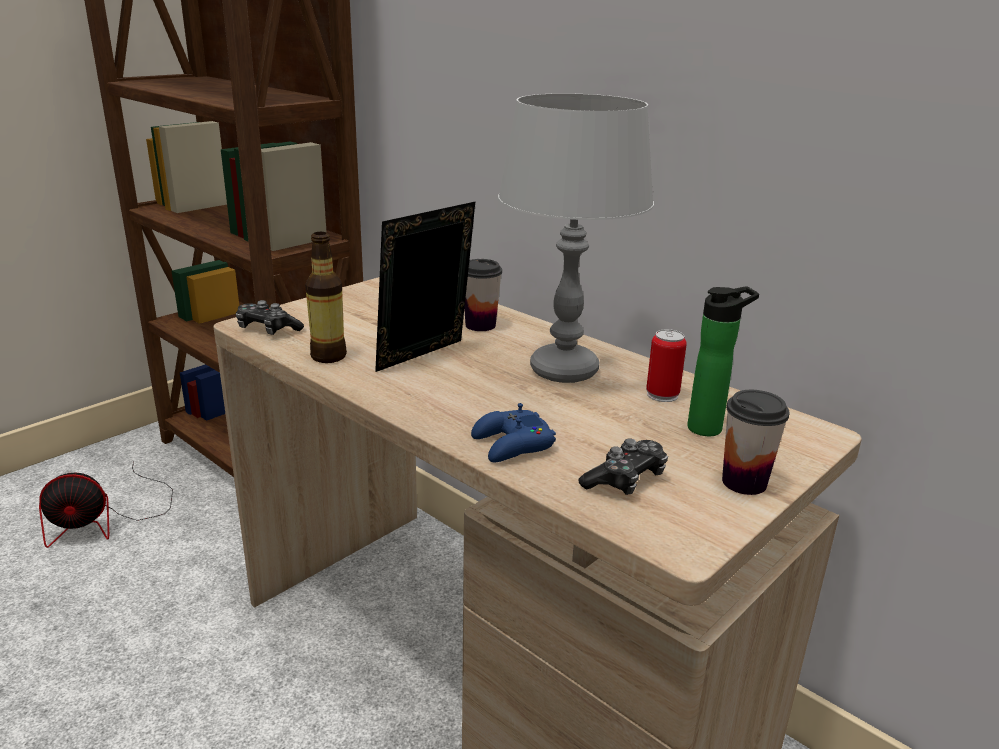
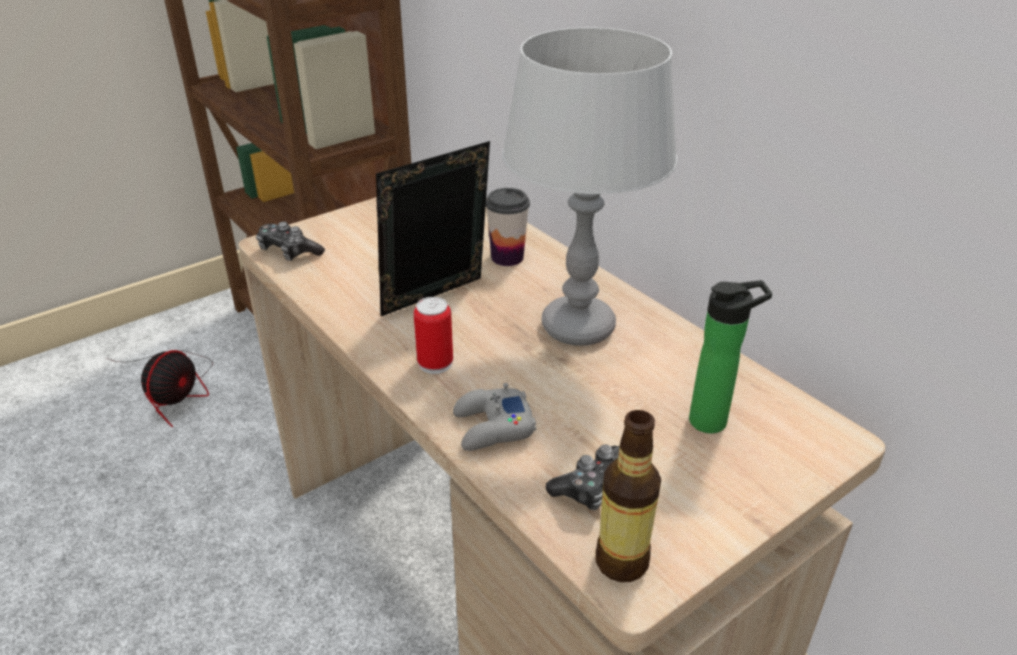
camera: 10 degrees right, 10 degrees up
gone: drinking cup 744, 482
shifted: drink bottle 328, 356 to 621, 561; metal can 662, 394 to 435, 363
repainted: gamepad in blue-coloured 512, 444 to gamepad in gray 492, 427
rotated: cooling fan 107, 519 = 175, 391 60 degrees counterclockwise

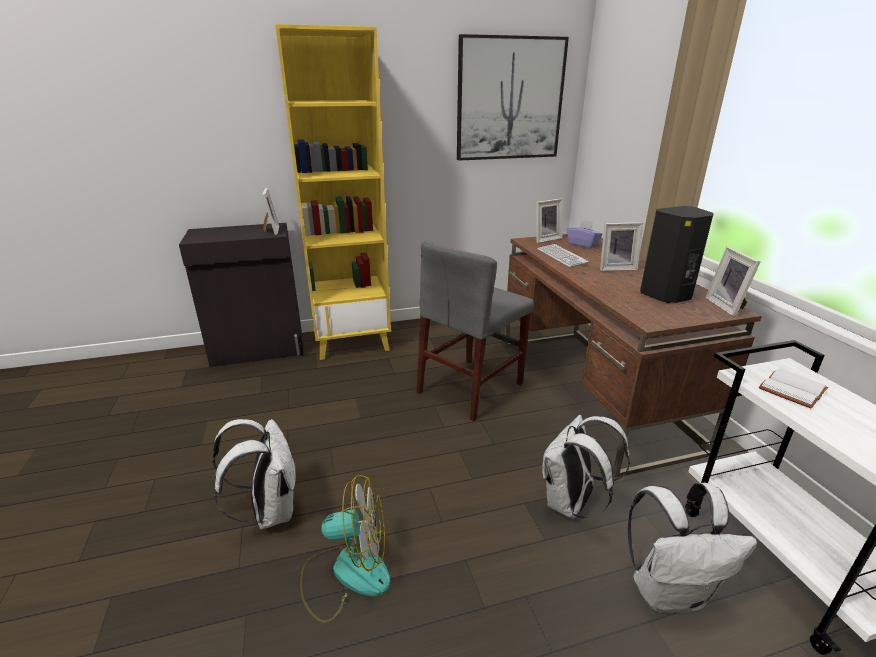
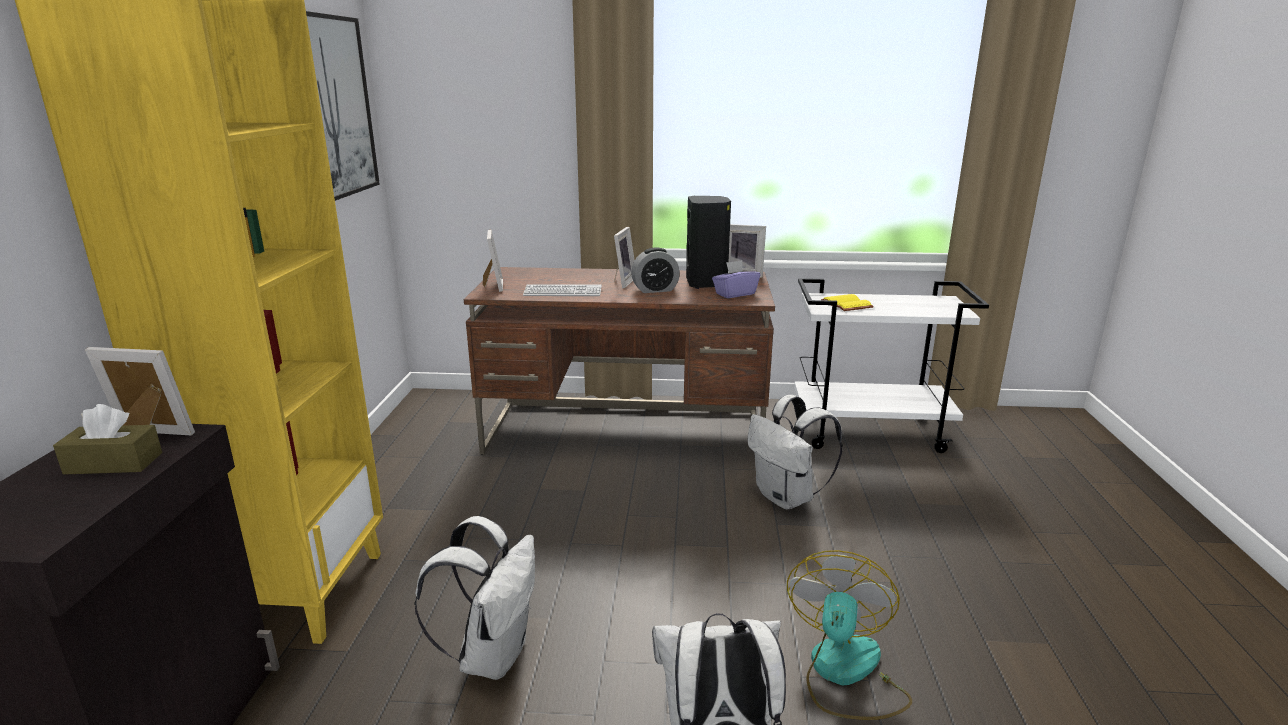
camera: 70 degrees left, 5 degrees down
gone: chair in gray 470, 387
new: table clock 655, 290; tissue holder in brownish 114, 463
shifted: tissue holder in purple 582, 244 to 735, 294; rucksack in whitish 669, 591 to 492, 654
repainted: bound book in whitish 794, 390 to bound book in yellow 848, 305

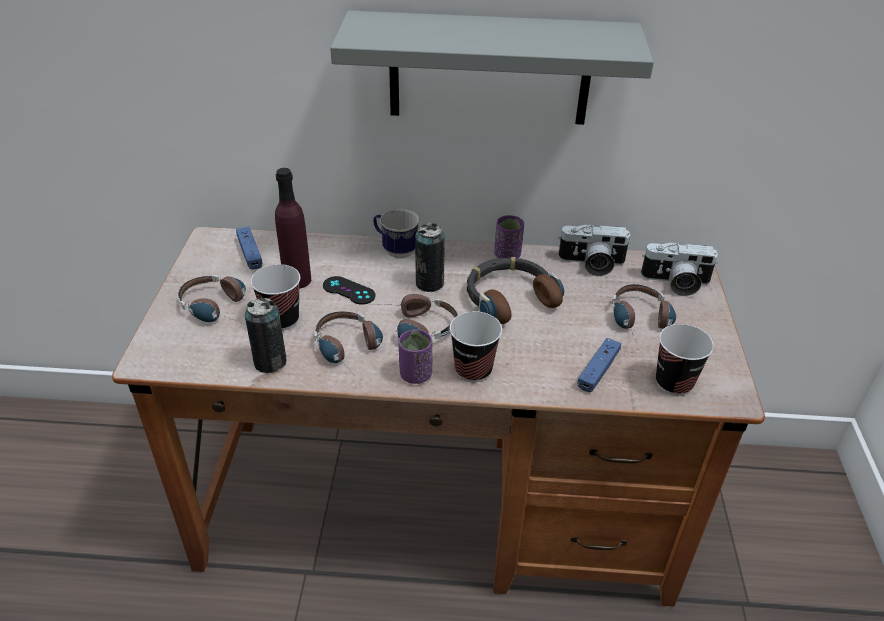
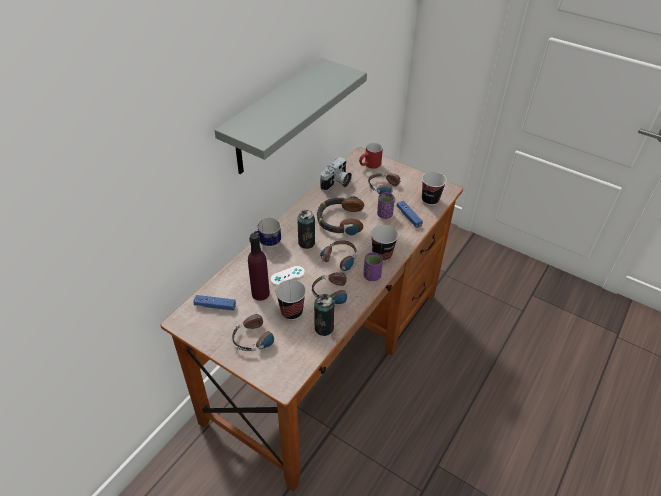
camera: 60 degrees left, 5 degrees up
shifted: drinking cup in purple 507, 255 to 384, 214
swapped: still camera 675, 283 to tea mug in red-coloured 370, 166
repainted: gamepad in blackish 349, 290 to gamepad in whitish 287, 275

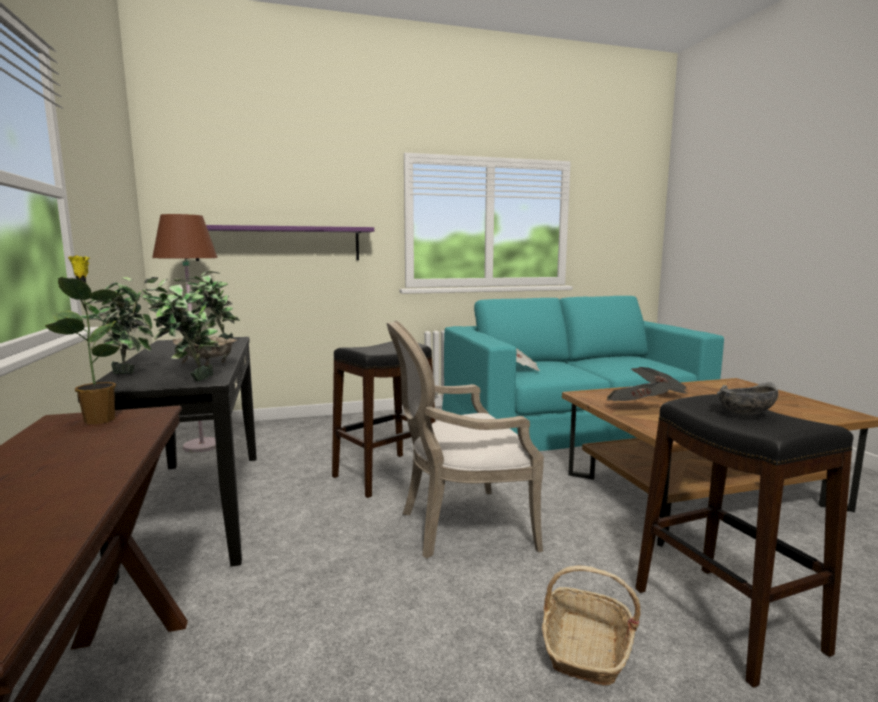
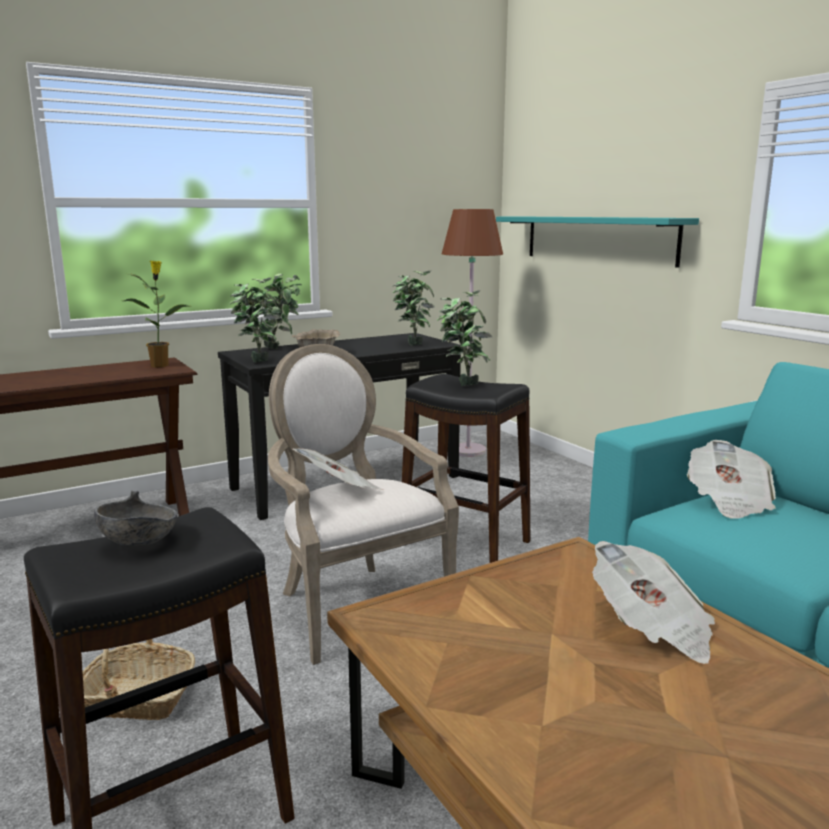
camera: 75 degrees right, 5 degrees up
new: plant in a pot 462, 384
shifted: printed paper 636, 409 to 339, 491
repainted: wall shelf in purple 279, 244 to wall shelf in turquoise 597, 239

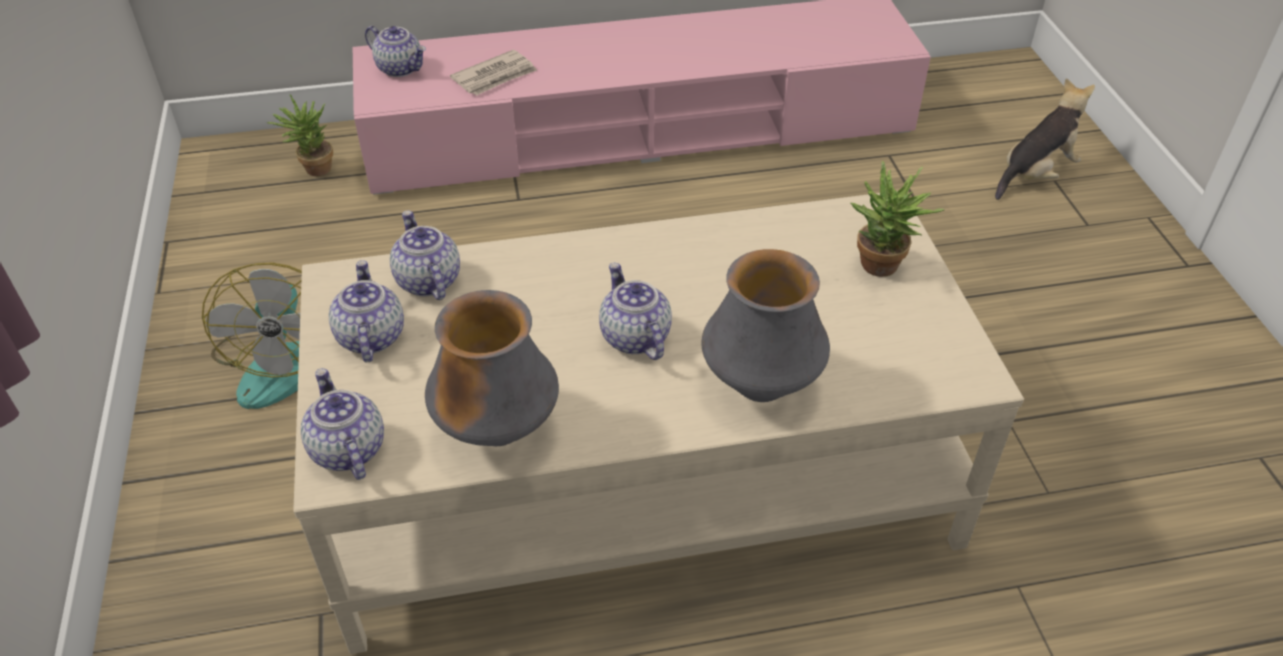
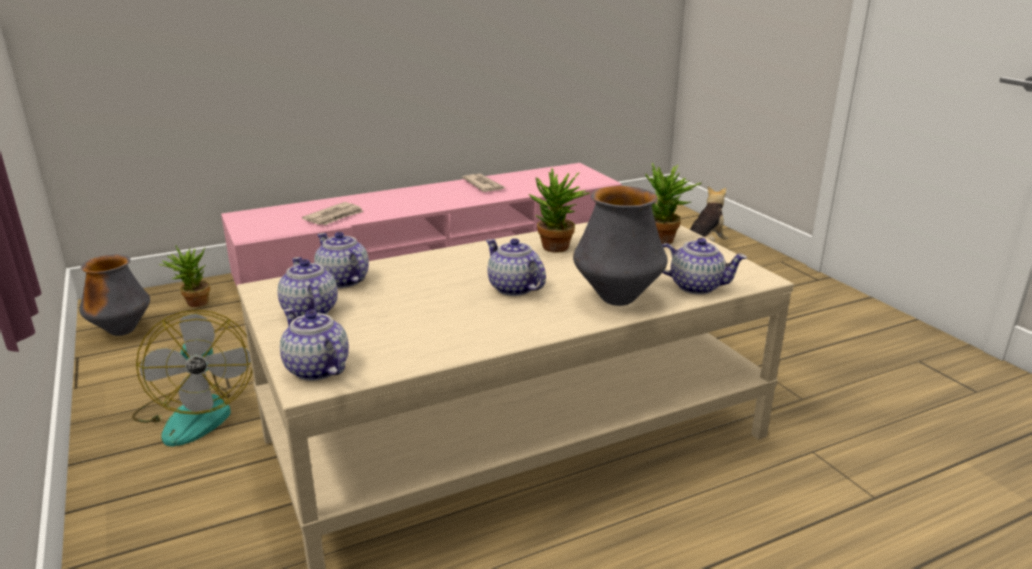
camera: 15 degrees left, 20 degrees down
new: plant in a pot 556, 249; printed paper 484, 185
shifted: tea pot 400, 68 to 696, 286; vase 498, 431 to 122, 331

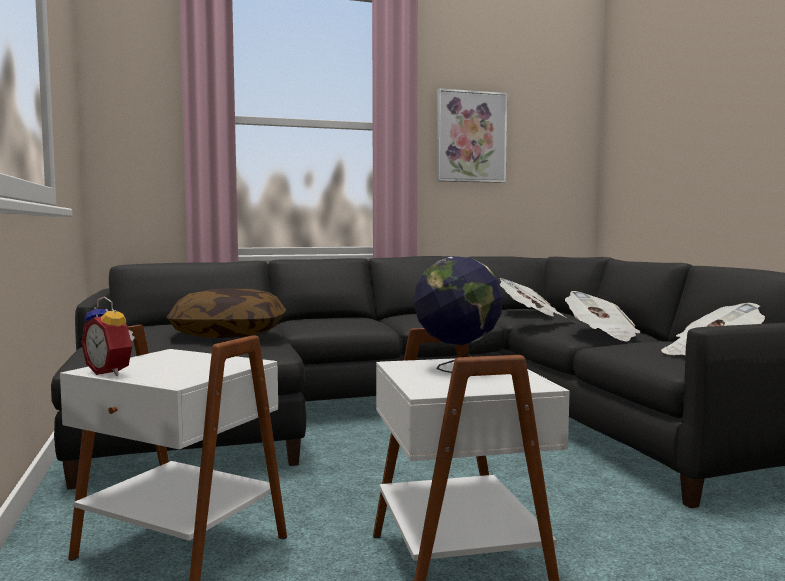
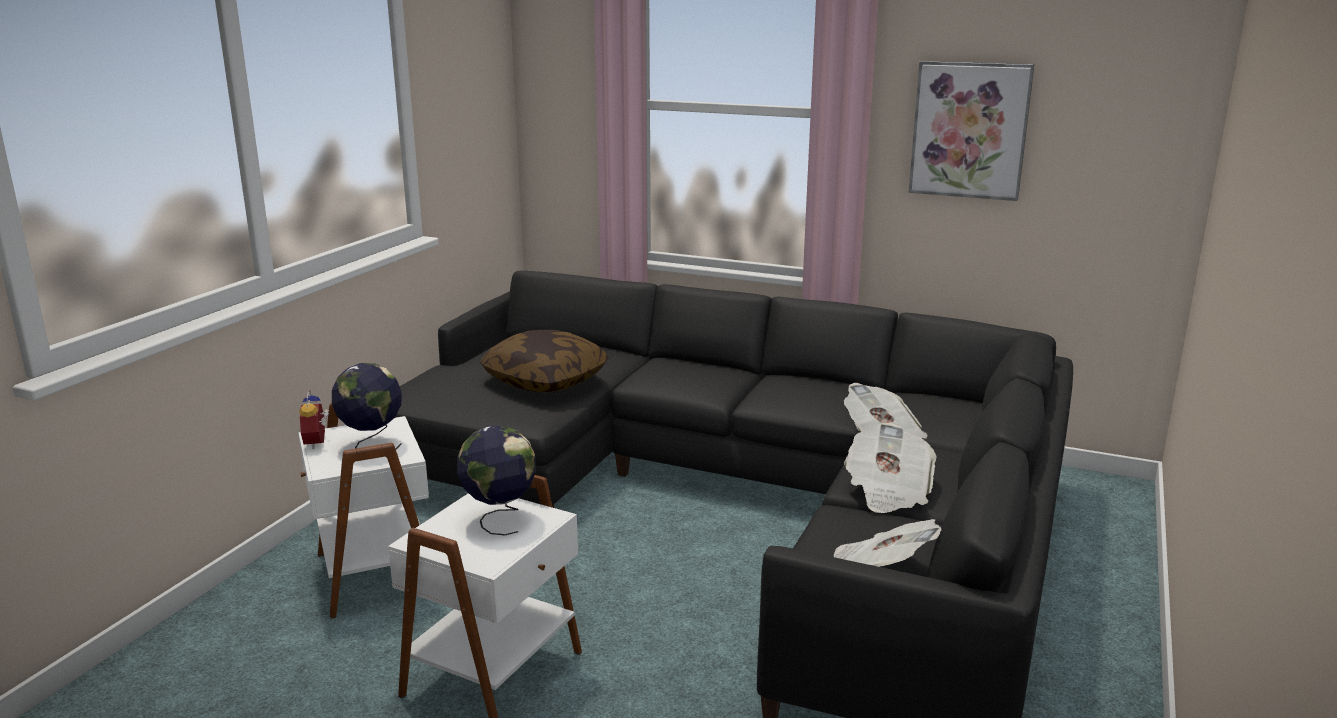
camera: 40 degrees right, 15 degrees up
gone: printed paper 528, 313
new: desk globe 372, 444

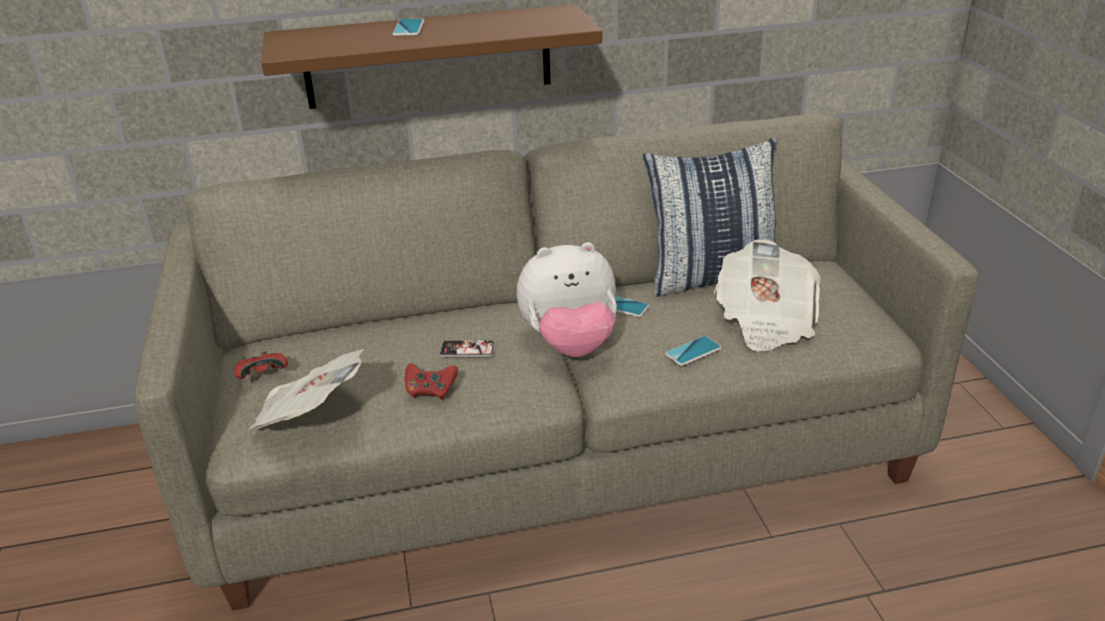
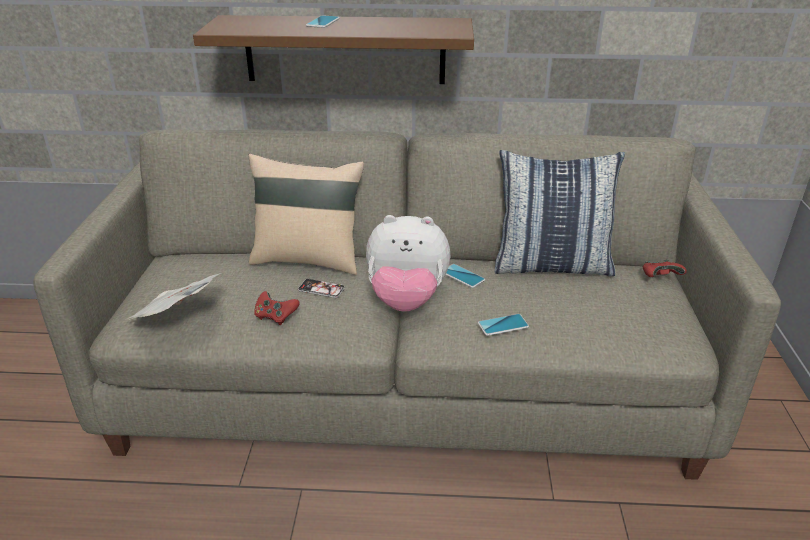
camera: 15 degrees right, 0 degrees up
gone: printed paper 765, 321
new: cushion in beige-coloured 308, 259
shifted: gamepad in red-coloured 263, 375 to 660, 278

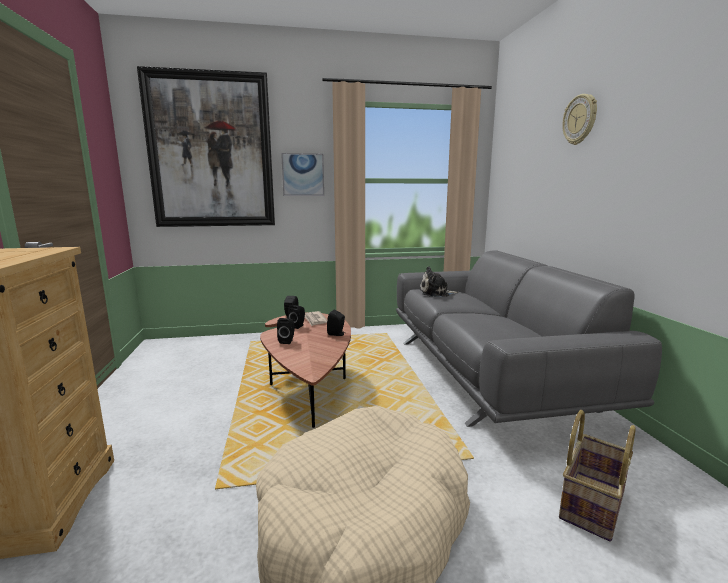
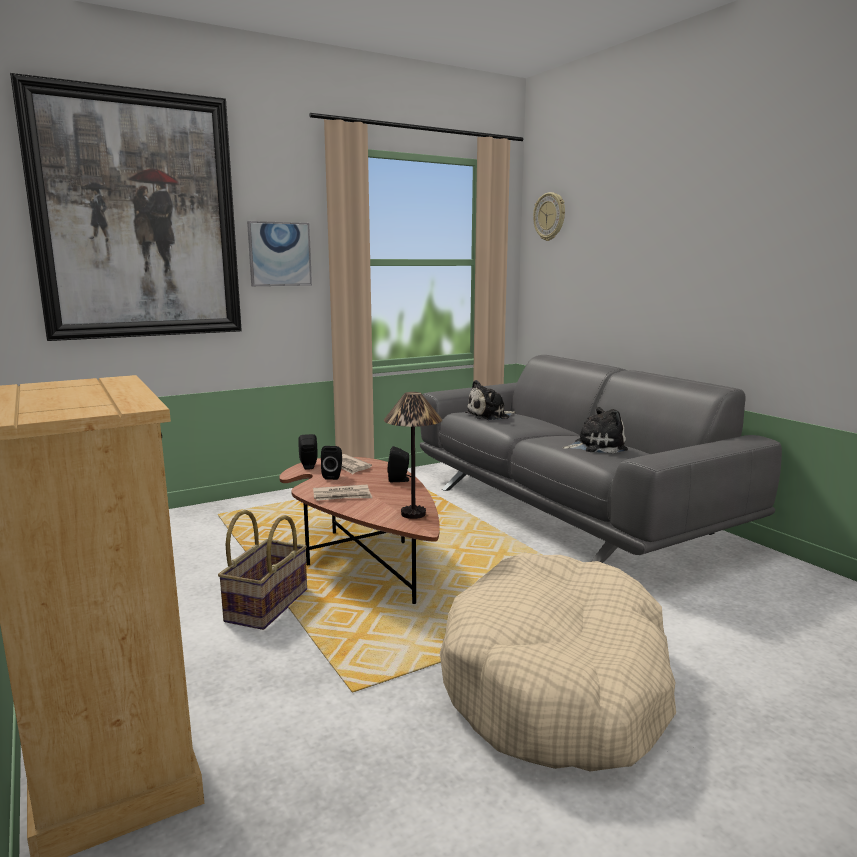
camera: 20 degrees left, 0 degrees up
new: lamp for a table 413, 514; soft toy 596, 446
shifted: wall clock 580, 119 to 550, 216; household basket 591, 503 to 266, 605
swapped: loudspeaker in blackish 287, 341 to printed paper 342, 496

